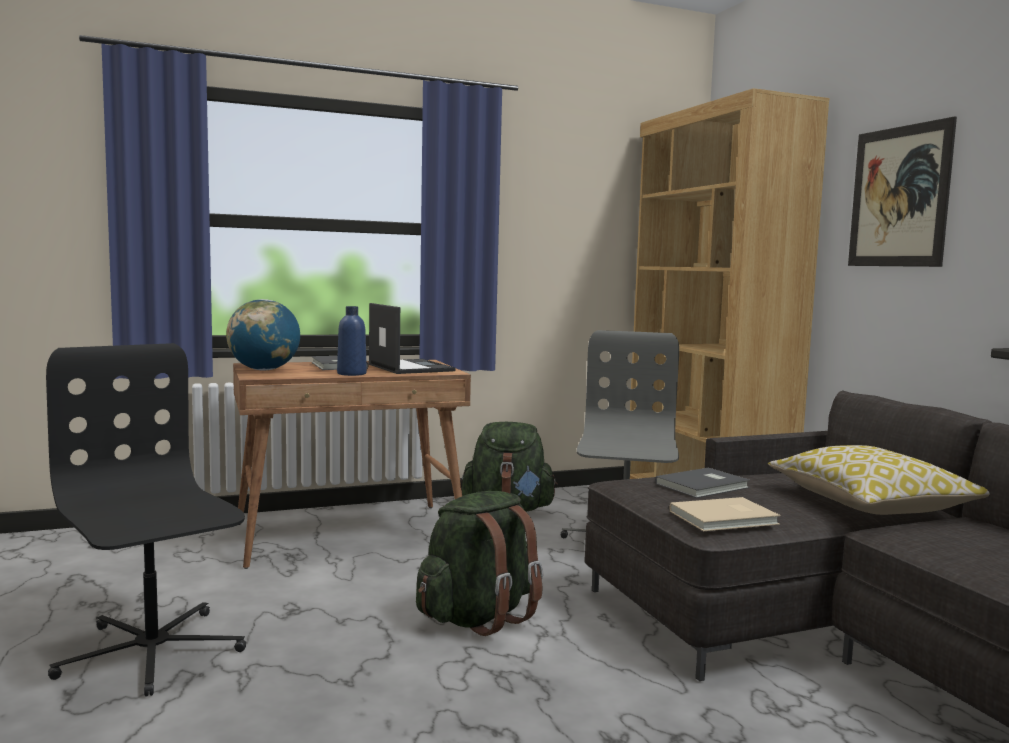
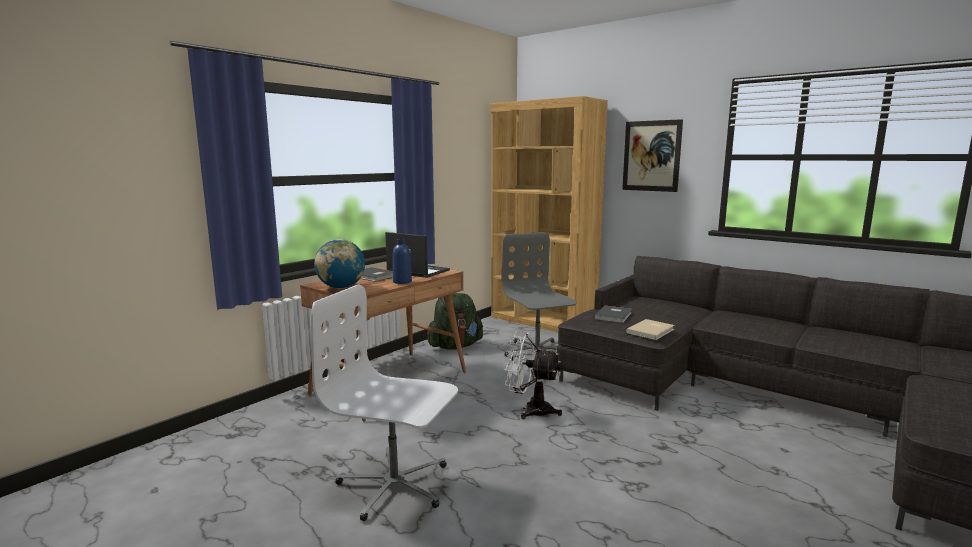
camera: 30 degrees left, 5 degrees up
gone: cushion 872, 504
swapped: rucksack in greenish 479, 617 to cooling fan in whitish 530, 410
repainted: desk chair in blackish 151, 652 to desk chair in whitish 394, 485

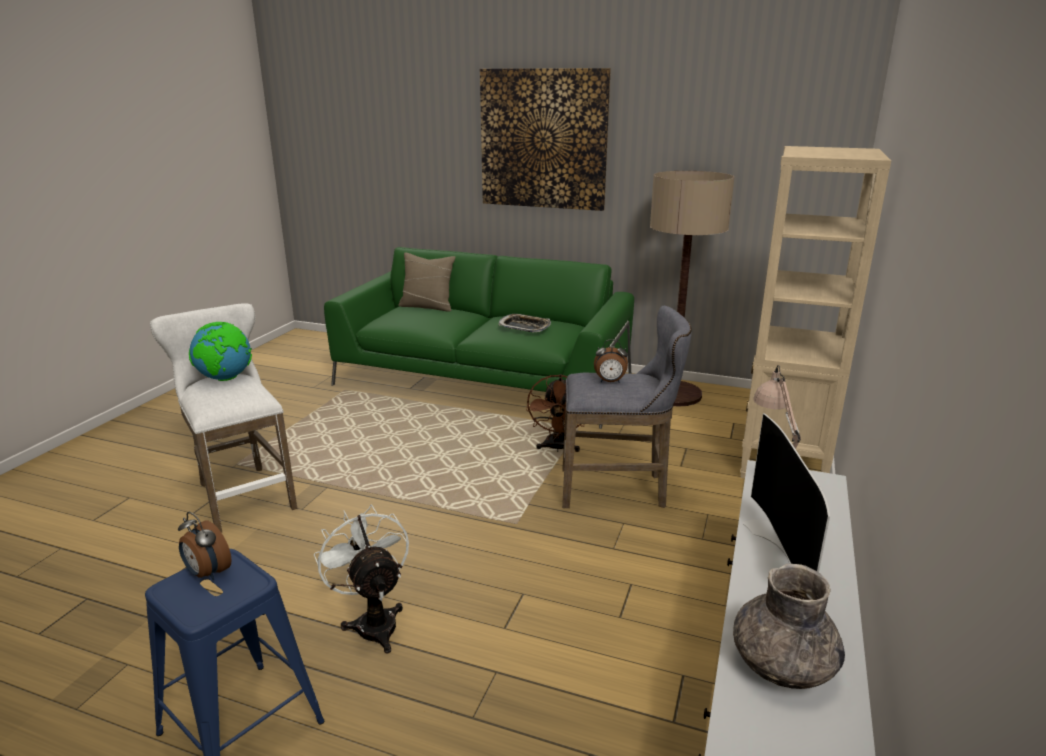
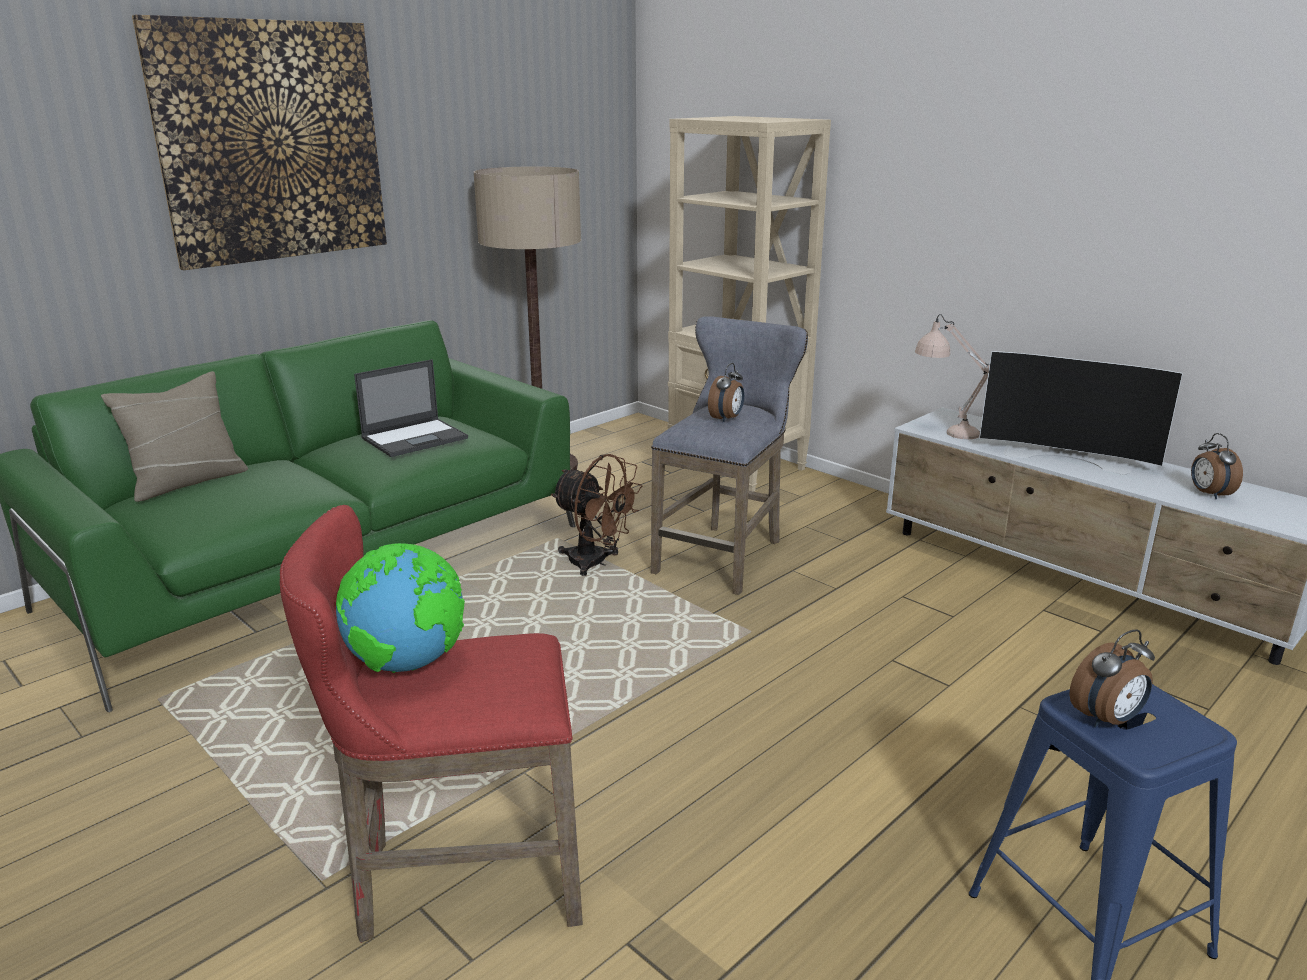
camera: 65 degrees left, 0 degrees up
gone: cooling fan in whitish 373, 621
swapped: carrying tray 524, 327 to notebook computer 415, 438; vase in gray 782, 665 to table clock 1208, 494
repainted: sitting stool in whitish 243, 494 to sitting stool in red-coloured 457, 879

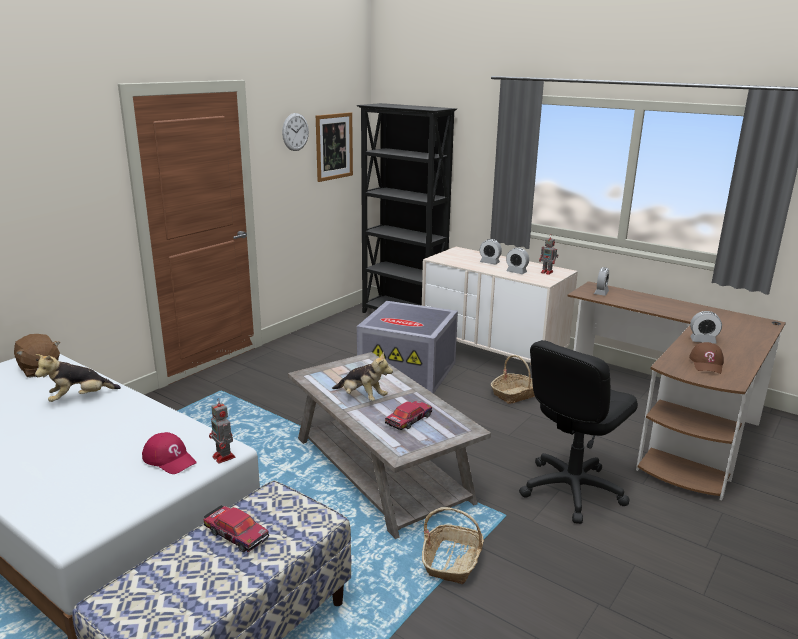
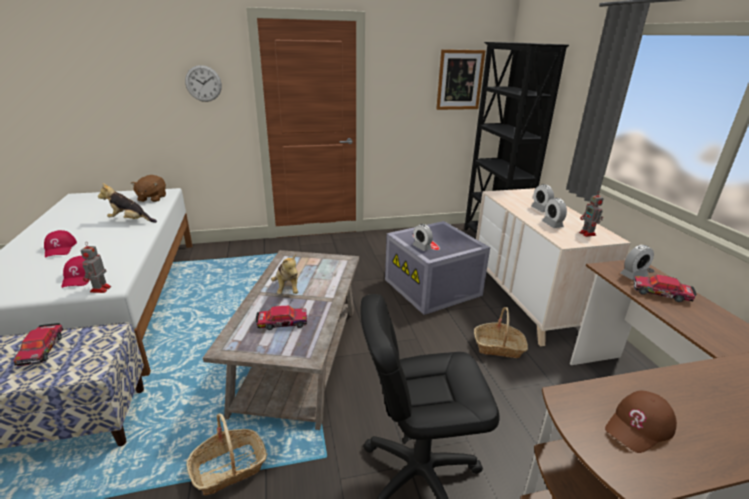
camera: 40 degrees right, 5 degrees up
new: peaked cap in red-coloured 60, 248; miniature car 661, 293
shifted: wall clock 295, 132 to 203, 83; table clock 702, 341 to 421, 247

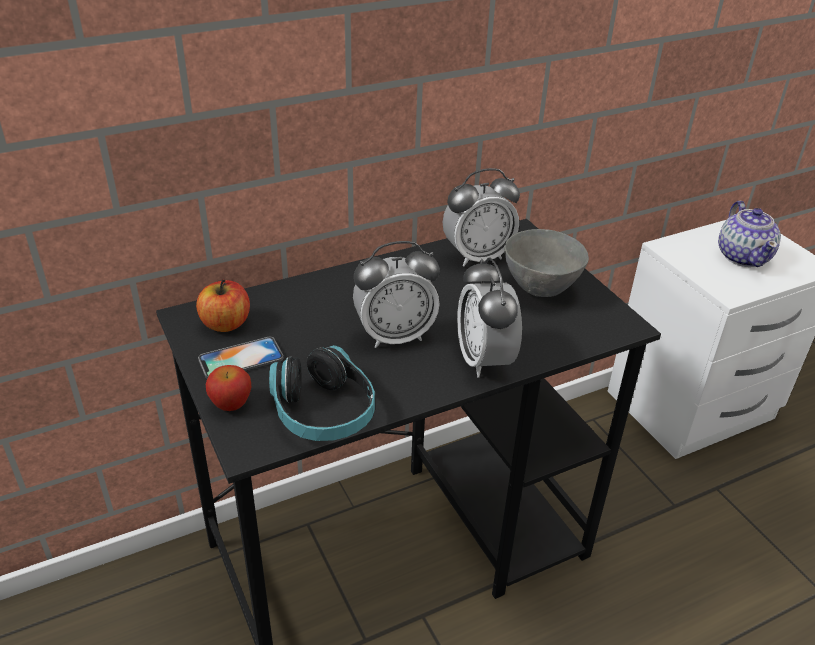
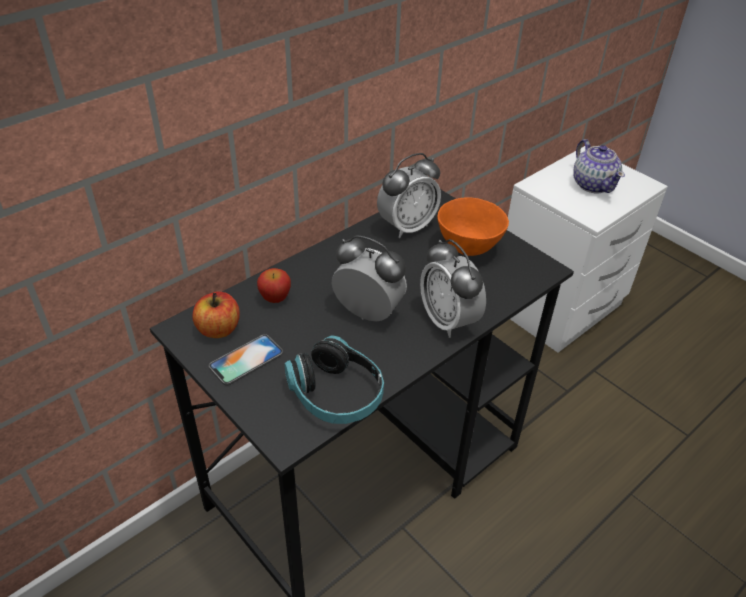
camera: 15 degrees left, 5 degrees up
shifted: apple fruit 231, 404 to 275, 297
repainted: serving bowl in gray 541, 289 to serving bowl in orange 469, 248
rotated: table clock 395, 336 = 368, 313 120 degrees counterclockwise

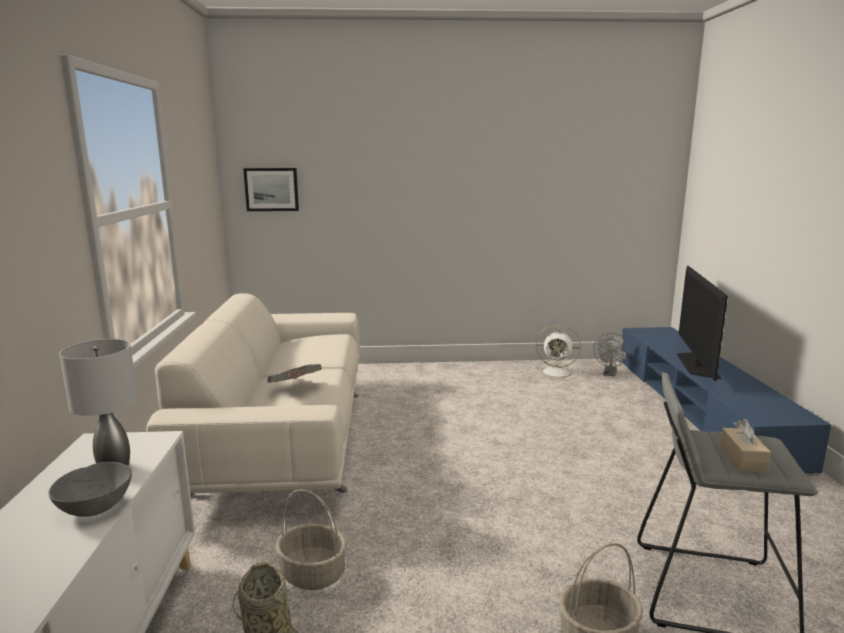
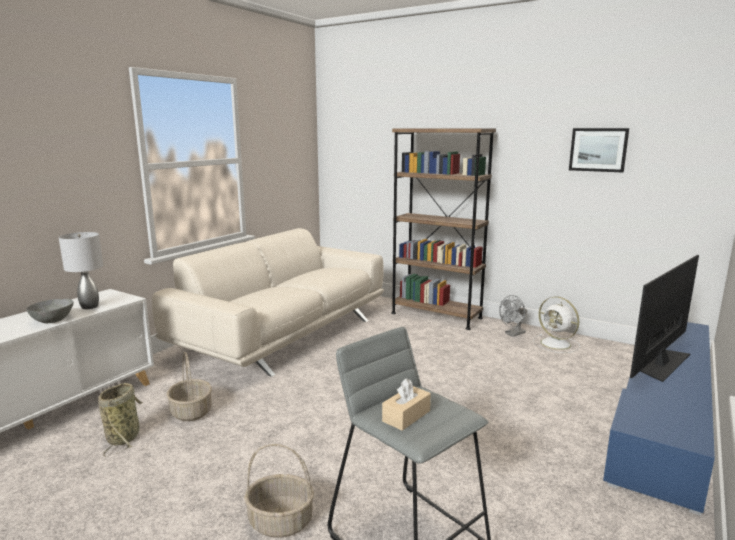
camera: 35 degrees right, 0 degrees up
gone: printed paper 295, 388
new: bookshelf in brownish 436, 315
shifted: wall picture 271, 189 to 598, 149; cooling fan in gray 610, 374 to 513, 334

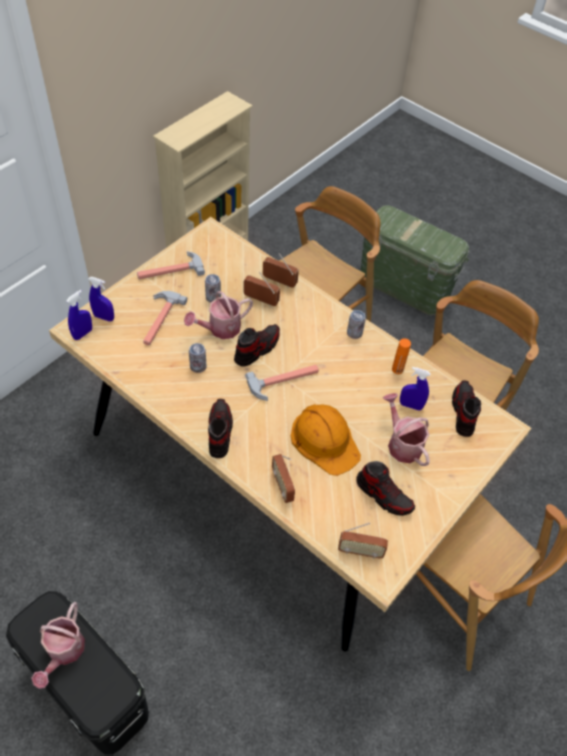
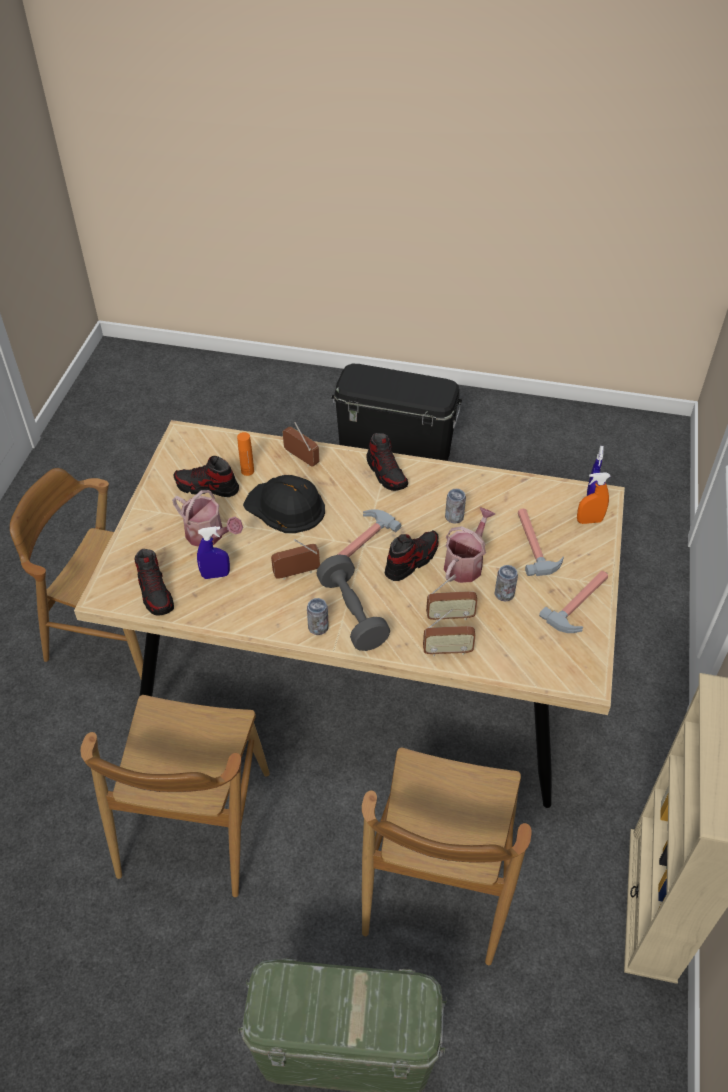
camera: 155 degrees right, 5 degrees down
gone: watering pot 63, 652
new: free weight in gray 352, 613
shifted: drink bottle in orange 397, 369 to 247, 471; radio set 360, 551 to 297, 573
repainted: spray bottle in blue-coloured 104, 317 to spray bottle in orange 589, 521; work helmet in orange 325, 440 to work helmet in blackish 285, 507
rotated: item of footwear 257, 349 = 411, 560 150 degrees counterclockwise

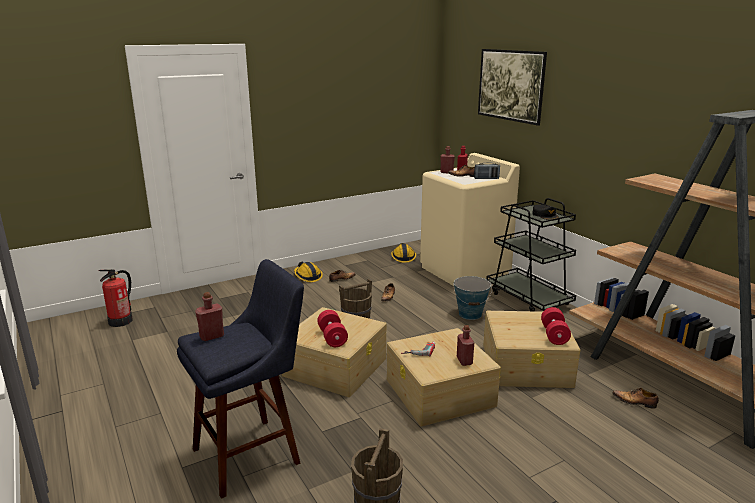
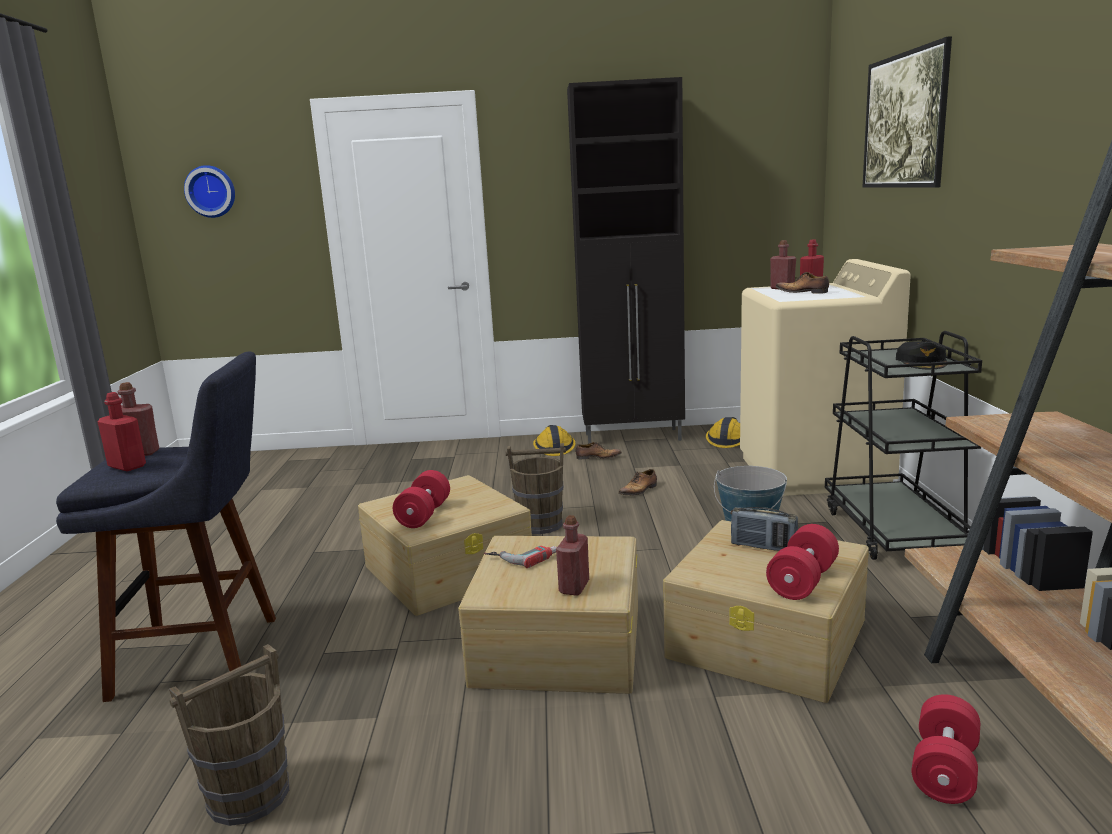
camera: 30 degrees right, 5 degrees down
gone: extinguisher 121, 321
new: storage cabinet in blackish 634, 437; wall clock 211, 191; drink bottle in red-coloured 127, 466
shifted: radio set 486, 178 to 763, 547
swapped: item of footwear 635, 402 to free weight in red-coloured 944, 770

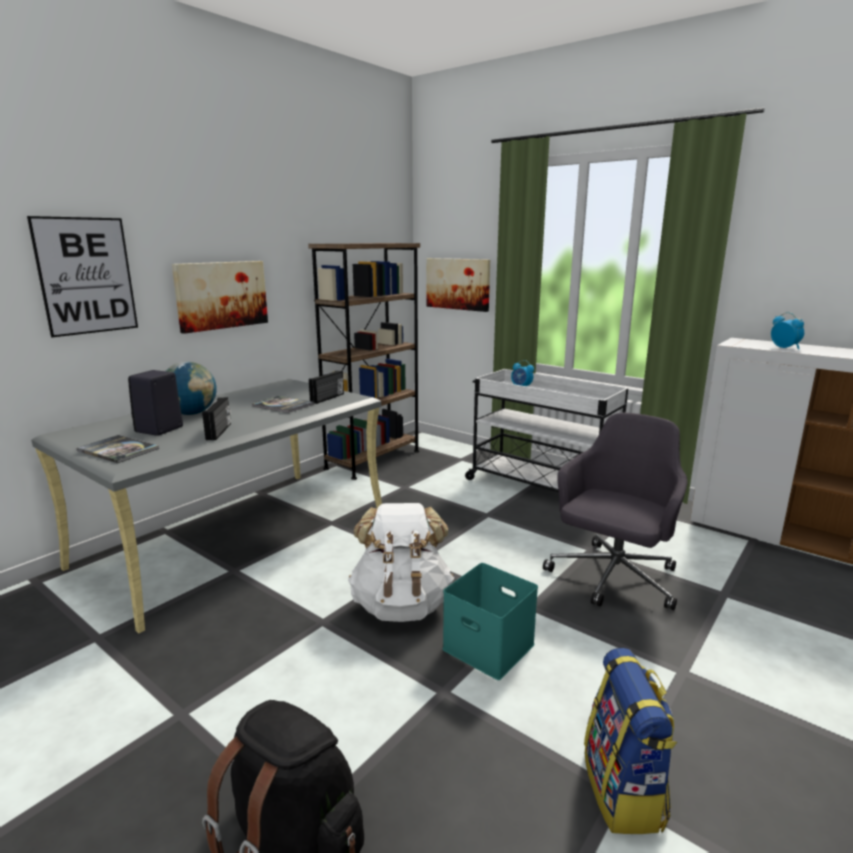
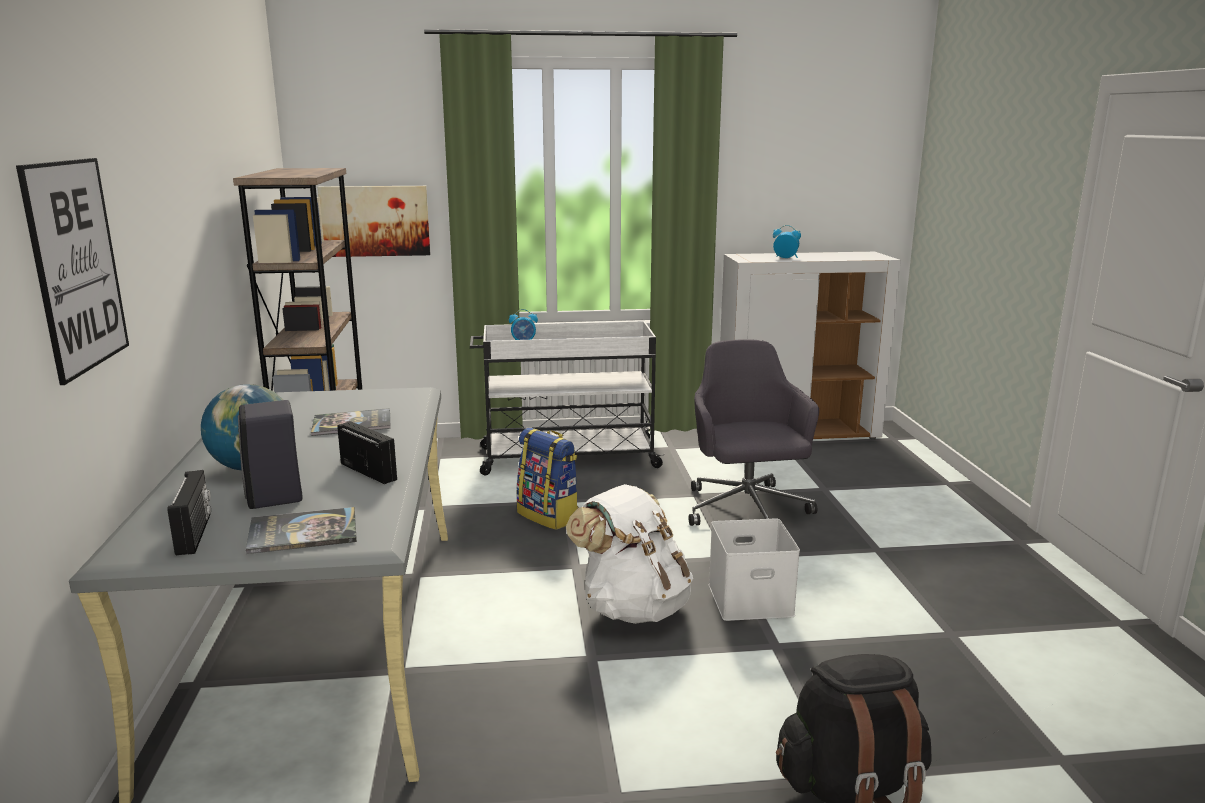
camera: 45 degrees left, 0 degrees up
gone: wall picture 221, 295
shifted: radio set 328, 398 to 195, 533; rucksack 624, 791 to 549, 516
repainted: storage box in turquoise 490, 646 to storage box in whitish 751, 599

